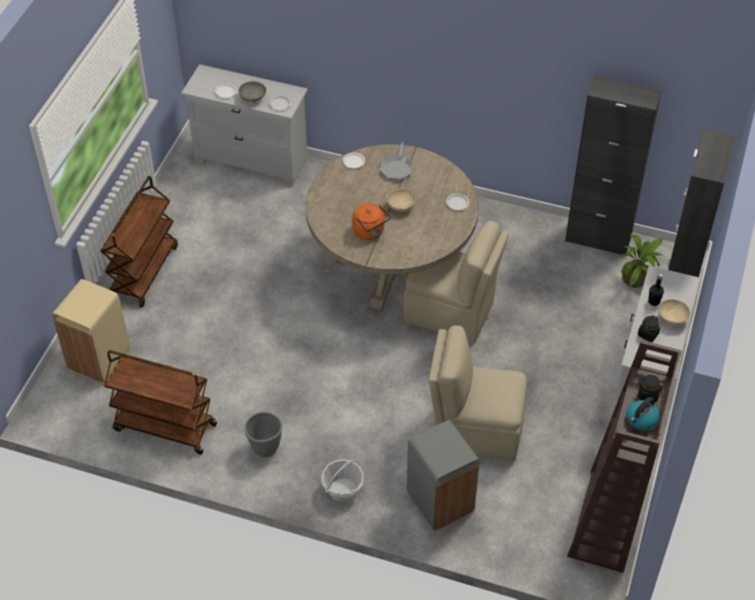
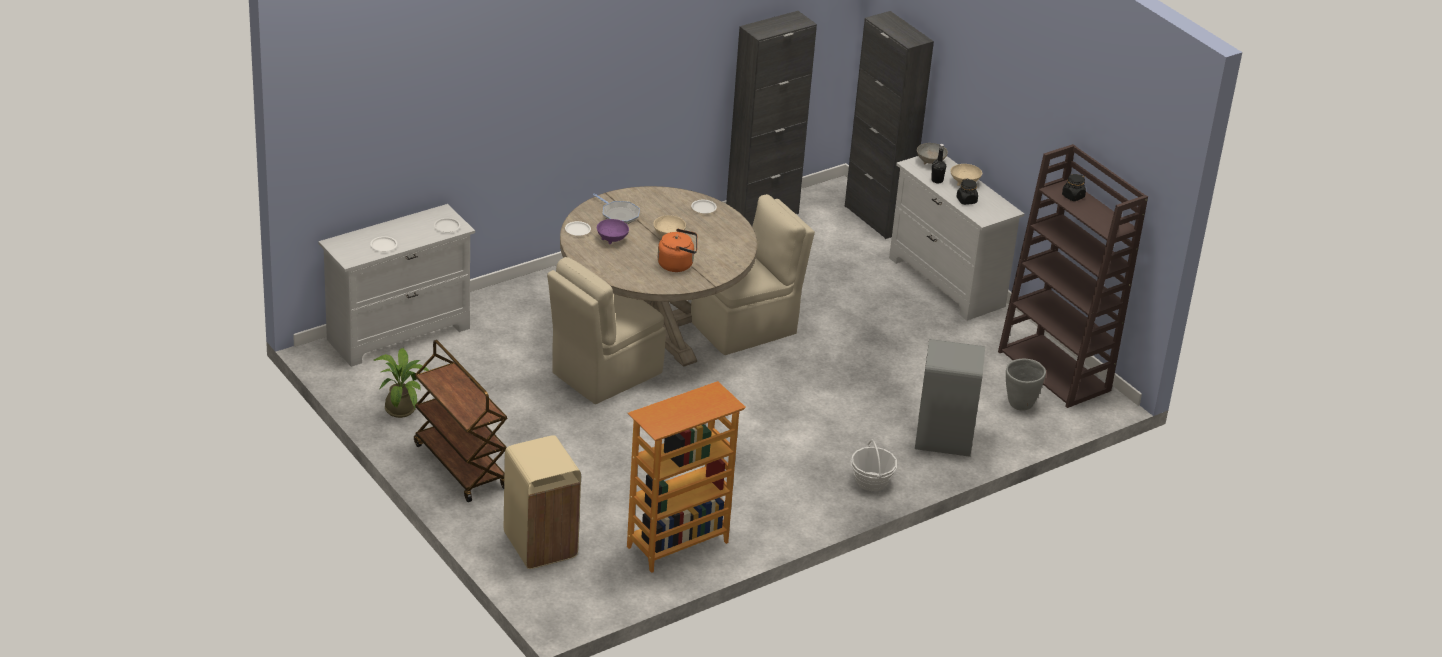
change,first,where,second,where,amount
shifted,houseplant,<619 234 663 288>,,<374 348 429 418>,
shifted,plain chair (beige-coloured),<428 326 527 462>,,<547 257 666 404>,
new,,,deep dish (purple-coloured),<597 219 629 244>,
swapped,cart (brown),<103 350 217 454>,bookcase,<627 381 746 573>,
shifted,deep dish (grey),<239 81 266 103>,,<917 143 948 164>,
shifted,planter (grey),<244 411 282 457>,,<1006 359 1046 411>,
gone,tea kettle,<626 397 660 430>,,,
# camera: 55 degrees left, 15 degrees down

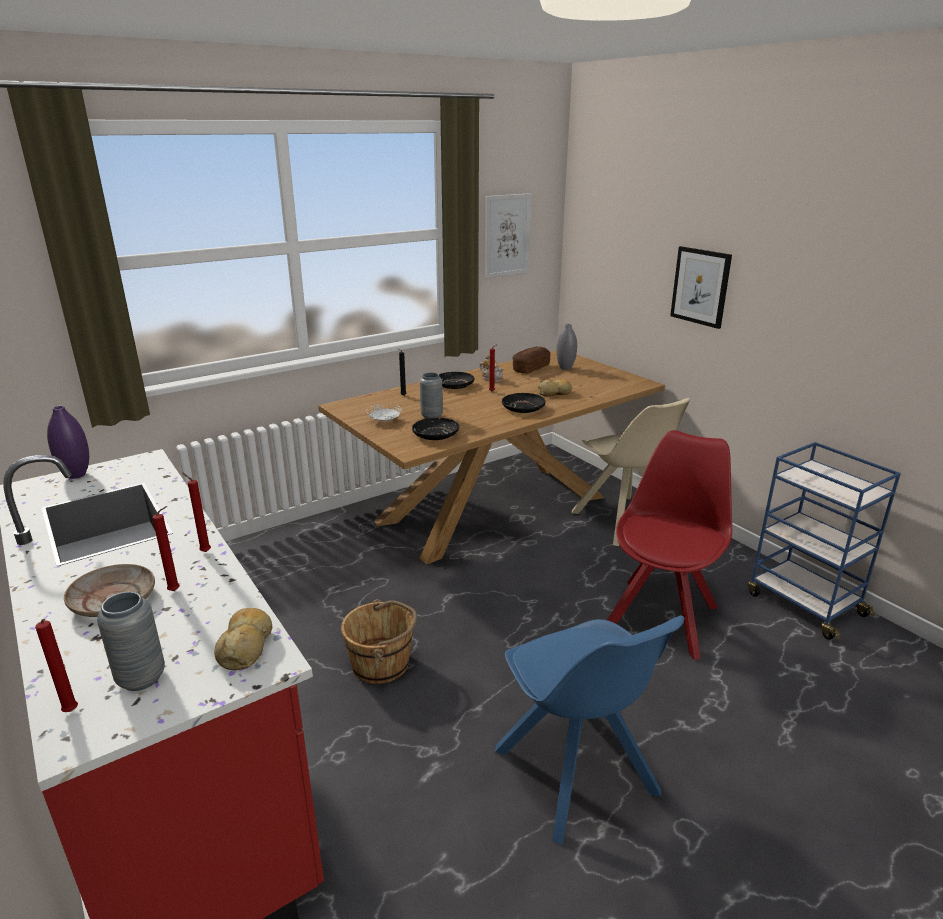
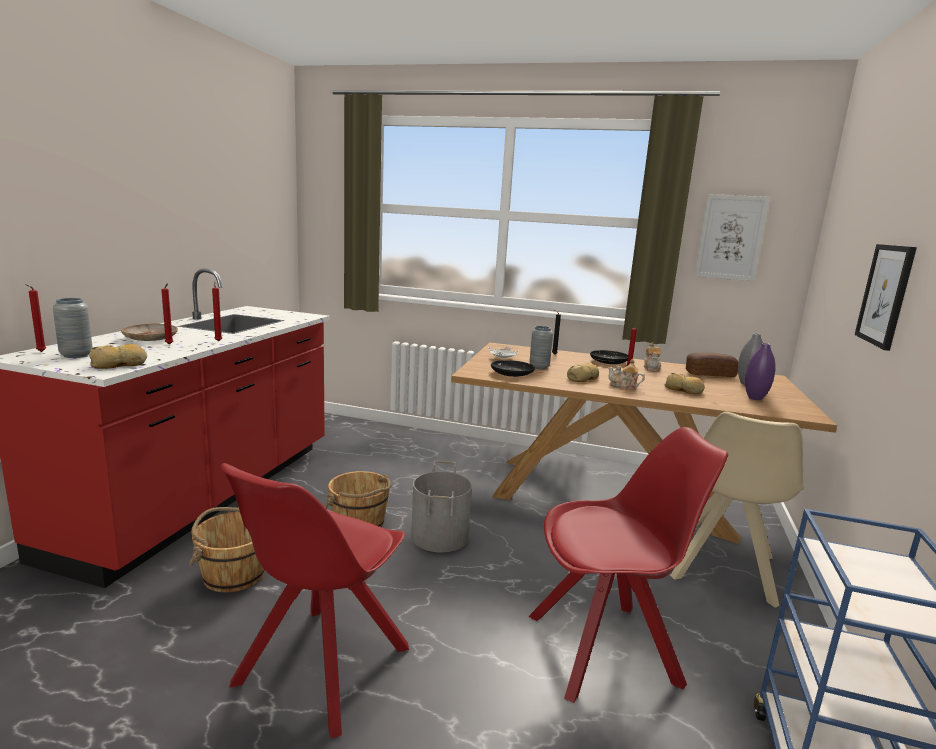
change,first,where,second,where,amount
new,,,water bucket (brown),<189 507 265 593>,
repainted,plain chair (blue),<495 616 684 845>,plain chair (red-coloured),<221 463 409 739>,
new,,,water bucket (grey),<411 461 472 552>,
new,,,bread,<567 363 599 382>,
swapped,dinner plate (black-coloured),<502 393 545 413>,teapot,<608 359 645 390>,
shifted,vase (purple-coloured),<47 406 89 479>,,<745 343 776 400>,
# camera: 50 degrees right, 10 degrees down

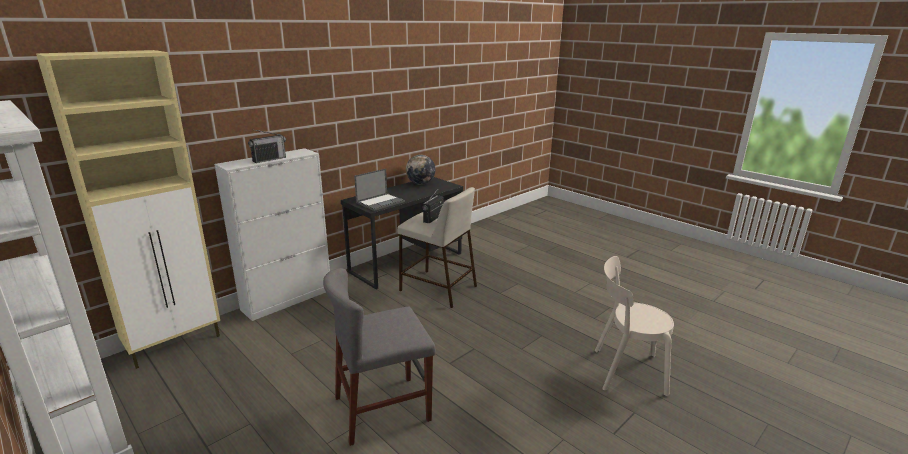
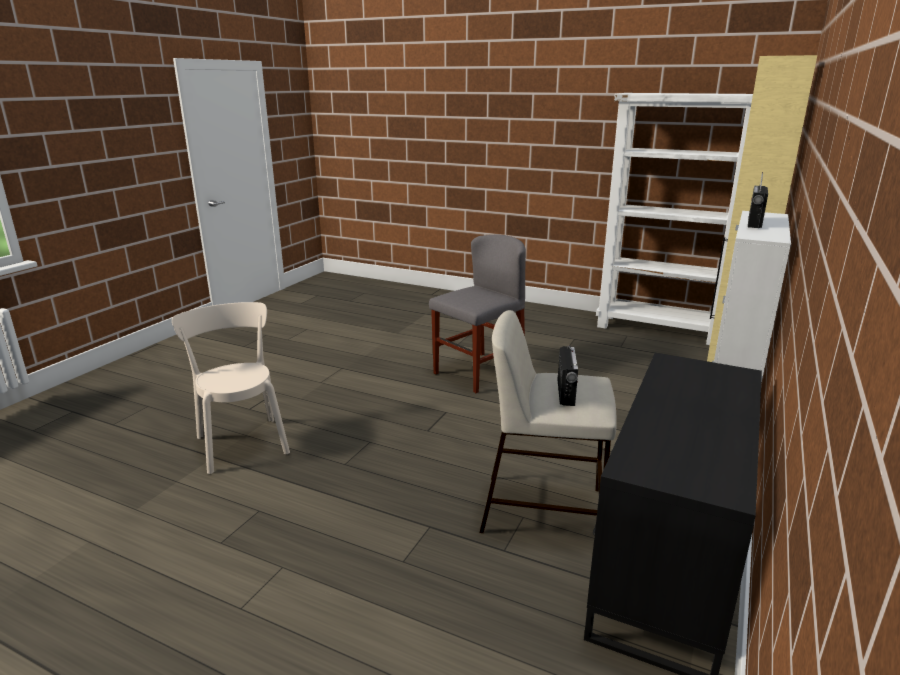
change,first,where,second,where,amount
rotated,plain chair (beige-coloured),<595 256 674 396>,,<172 302 290 474>,105 degrees counterclockwise
gone,laptop,<354 169 405 211>,,,
gone,desk globe,<406 155 435 185>,,,
# camera: 160 degrees right, 0 degrees up

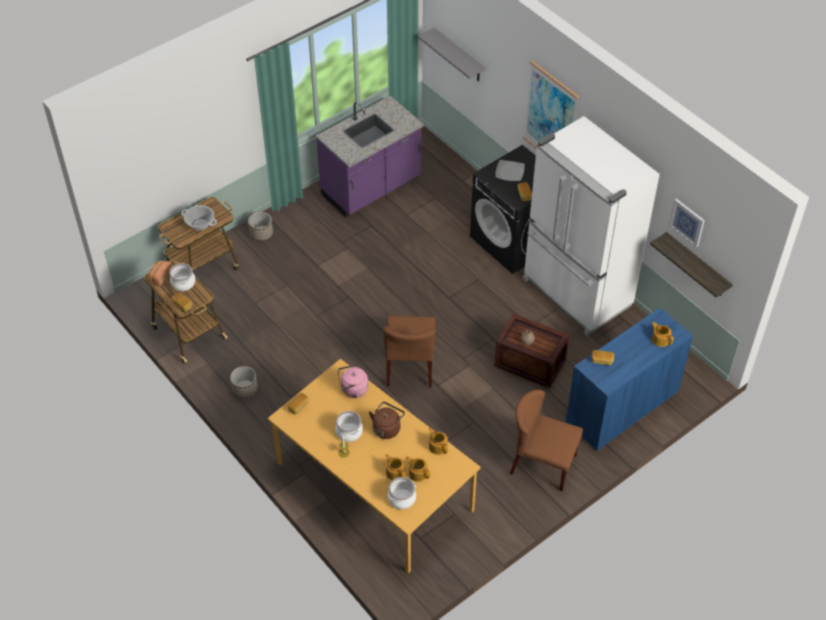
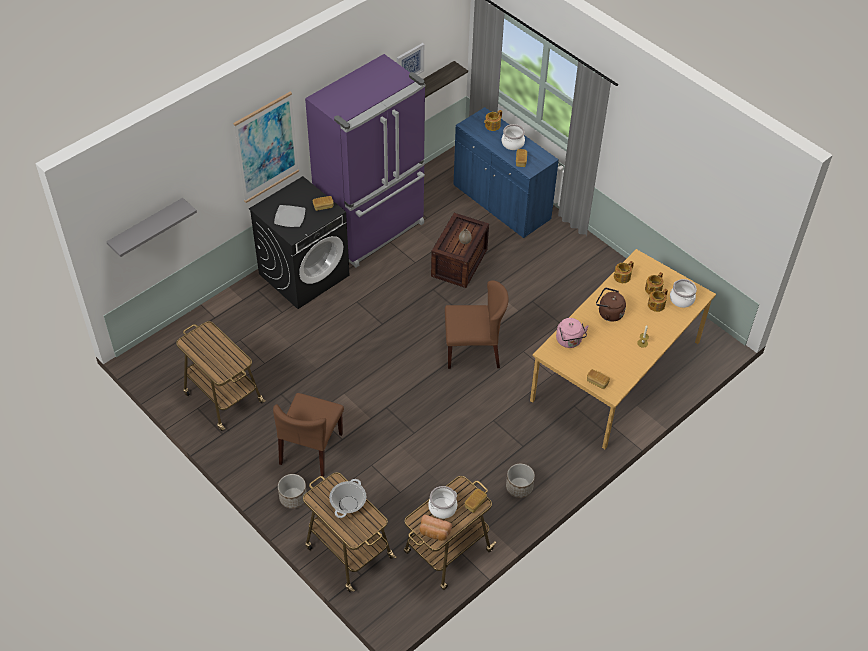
change,first,where,second,where,amount
swapped,kitchen counter (purple-coloured),<316 96 424 217>,cart,<176 321 265 431>,
shifted,plain chair (brown),<510 390 583 491>,,<273 393 344 477>,
repainted,refrigerator (white),<523 116 660 336>,refrigerator (purple-coloured),<305 54 425 268>,
shifted,stockpot,<335 411 363 442>,,<502 124 525 150>,
# camera: 95 degrees left, 0 degrees up

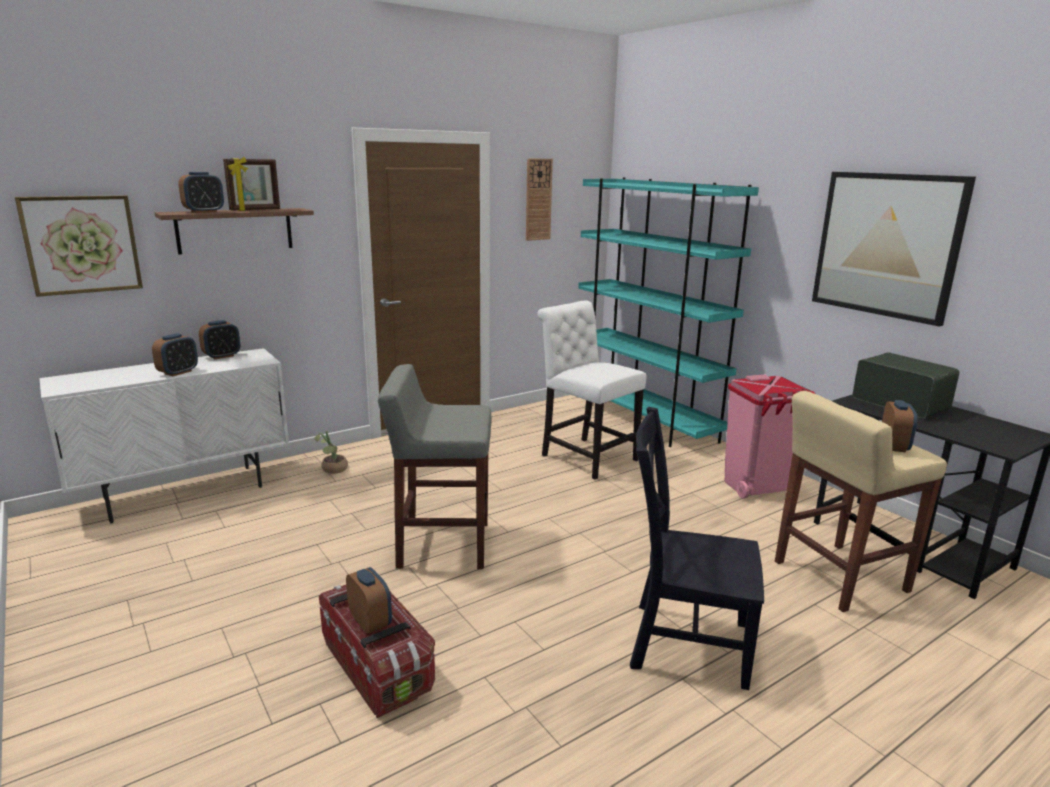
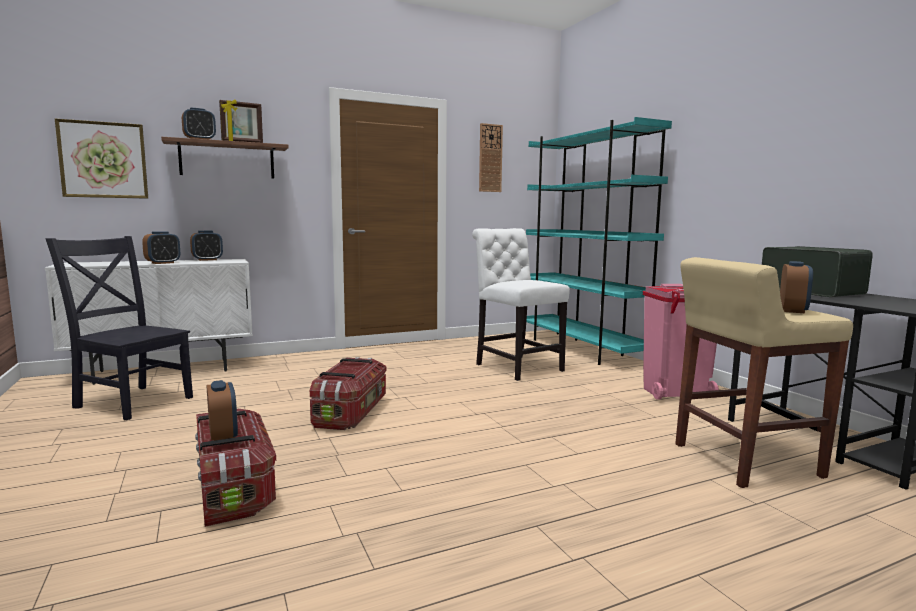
change,first,where,second,where,amount
shifted,plain chair (black-coloured),<630 407 764 690>,,<46 236 193 420>,
swapped,sitting stool (grey),<378 364 491 569>,storage box,<310 357 387 430>,
gone,houseplant,<314 431 348 474>,,,
gone,wall art,<812 172 976 327>,,,
# camera: 10 degrees right, 10 degrees down

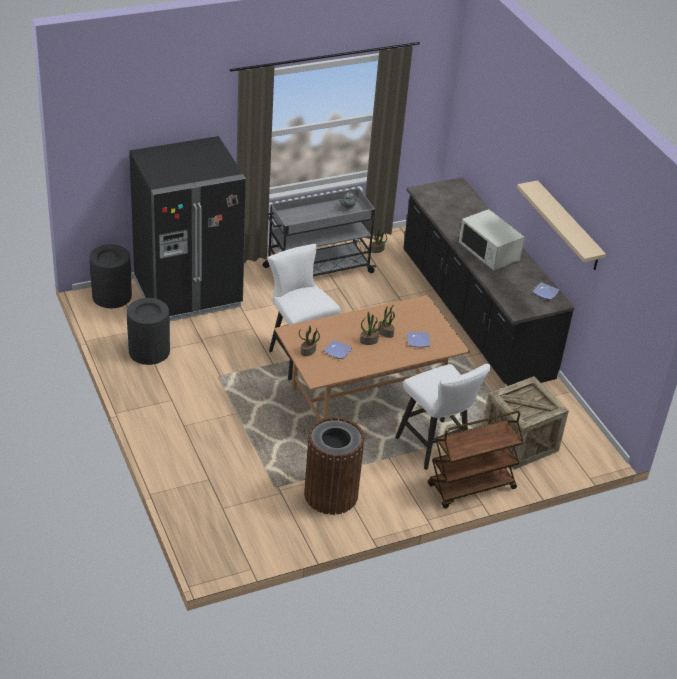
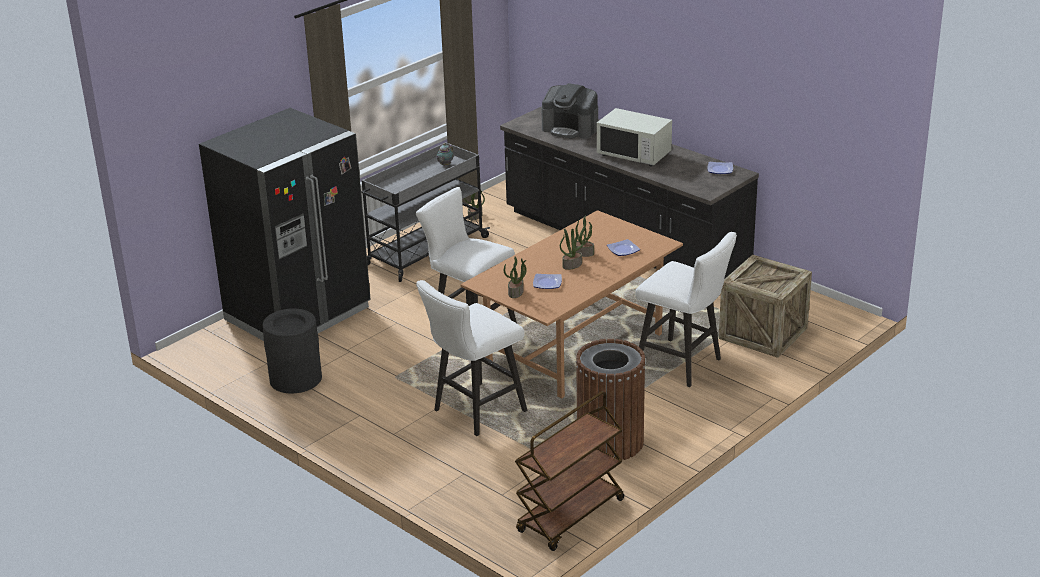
change,first,where,second,where,amount
new,,,sitting stool (white),<416 280 527 436>,
shifted,cart (brown),<428 411 524 509>,,<515 391 624 551>,
new,,,coffee machine,<541 83 598 139>,
gone,trash can (black-coloured),<90 244 132 308>,,,
gone,bracket shelf (beige-coloured),<517 180 606 270>,,,
# camera: 20 degrees left, 10 degrees down

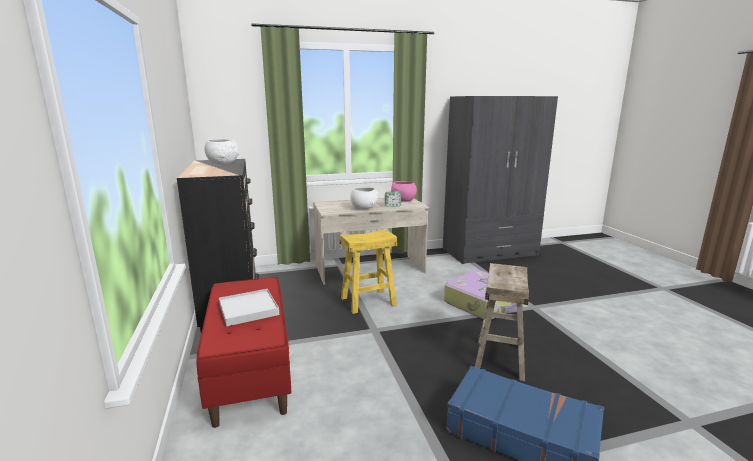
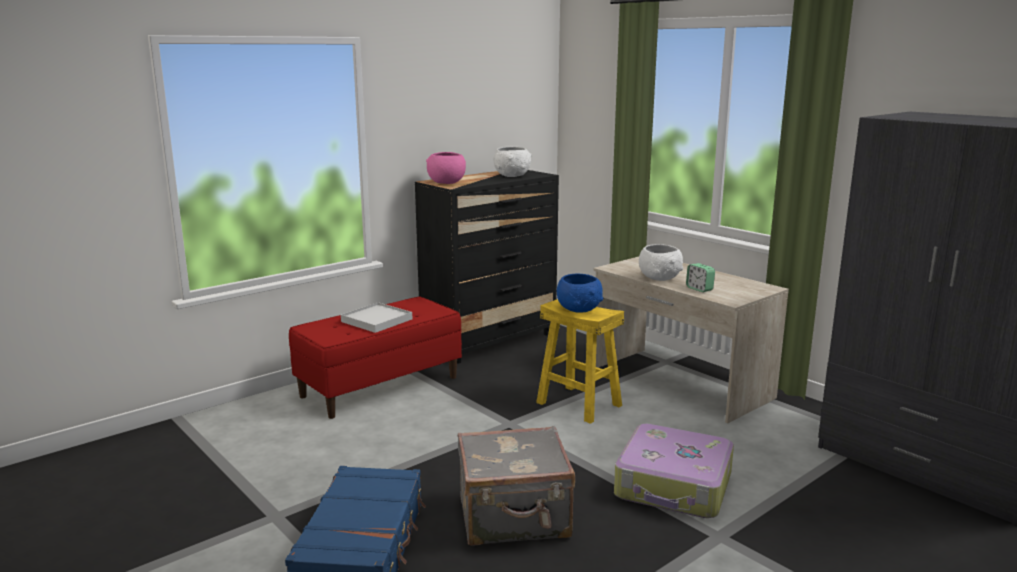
change,first,where,second,where,amount
shifted,deep dish (pinkish),<391 181 417 201>,,<426 152 466 184>,
swapped,sitting stool (beige-coloured),<475 263 529 381>,travel case (grey),<458 426 575 546>,
new,,,deep dish (blue),<557 274 603 313>,
# camera: 65 degrees right, 0 degrees up

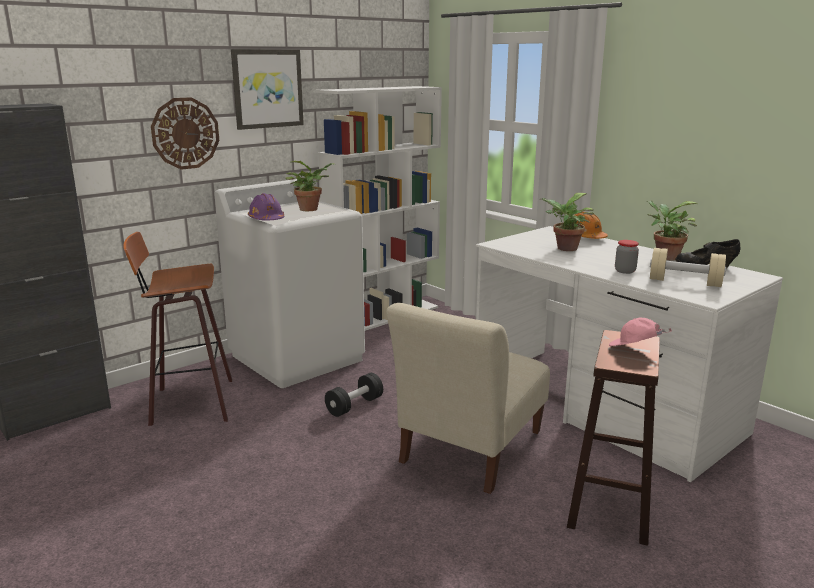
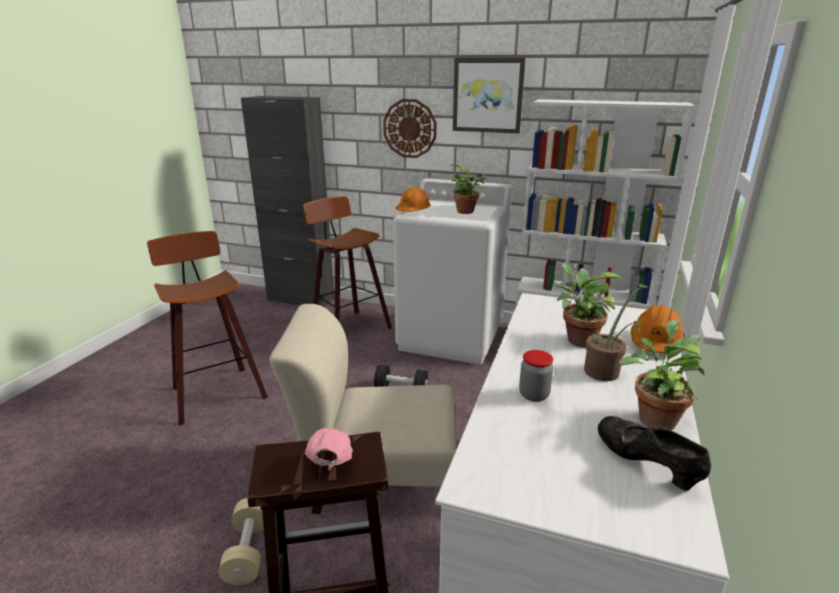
change,first,where,second,where,amount
new,,,sitting stool,<147 231 268 425>,
shifted,hand weight (beige-coloured),<650 248 726 287>,,<219 498 264 585>,
repainted,hard hat (purple-coloured),<248 193 285 221>,hard hat (orangey),<396 187 431 212>,
new,,,houseplant,<584 284 648 381>,
# camera: 60 degrees right, 5 degrees up

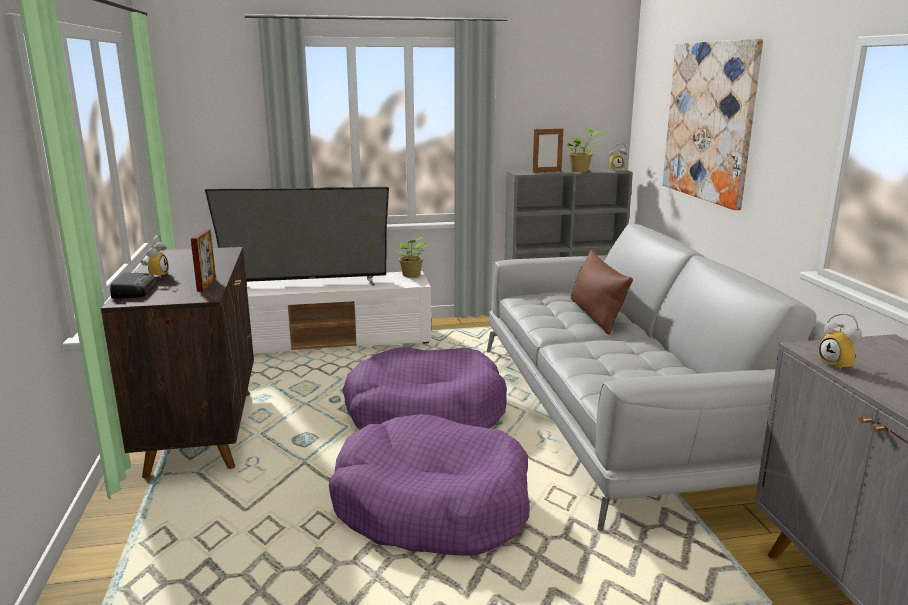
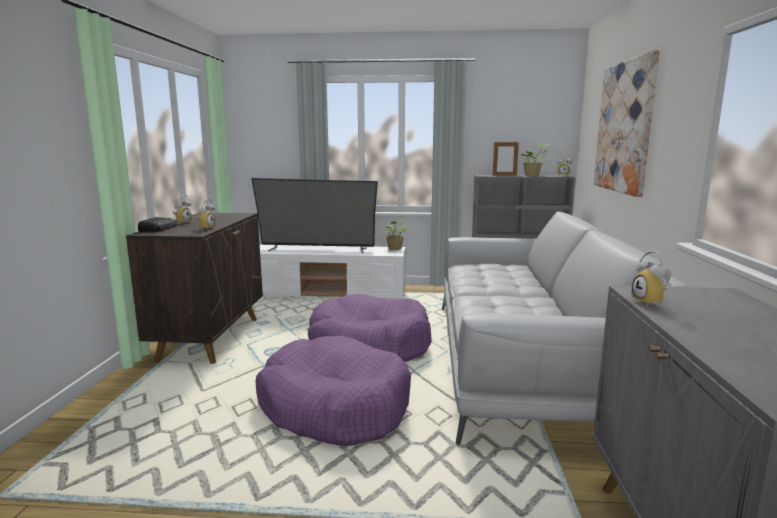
change,first,where,second,where,amount
swapped,picture frame,<191 229 216 292>,table clock,<195 199 216 230>,
gone,cushion (brown),<571 250 633 335>,,,
# camera: 15 degrees right, 5 degrees down

